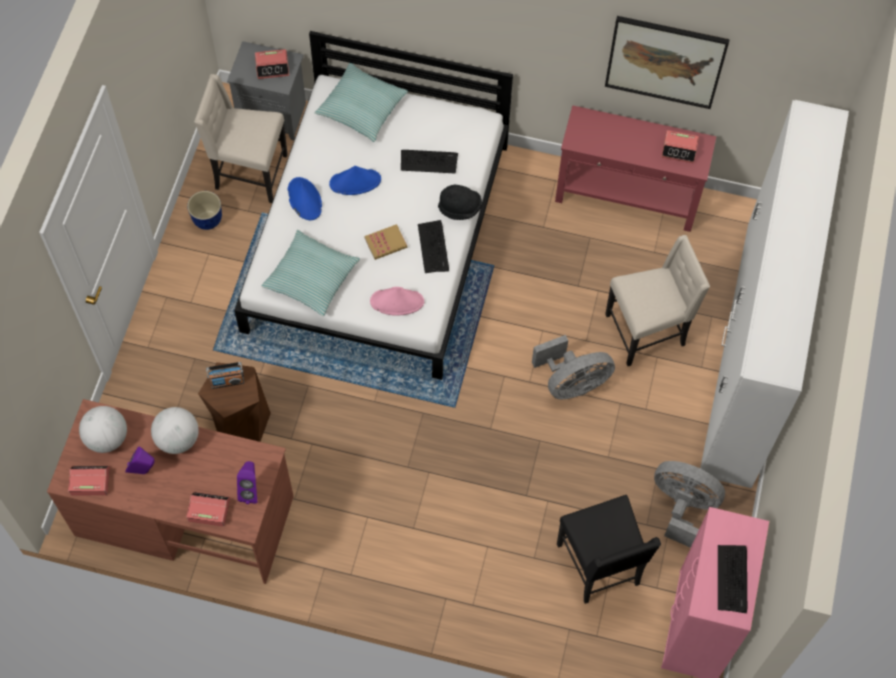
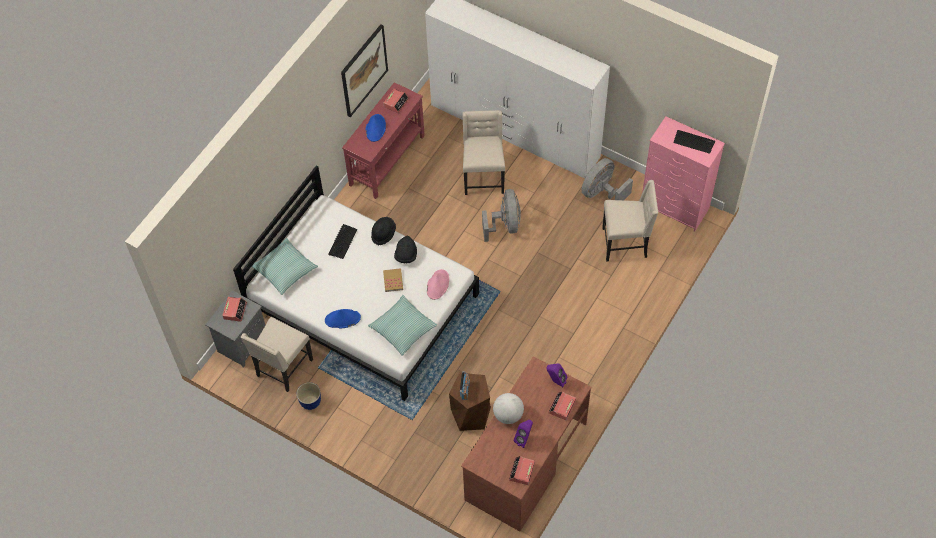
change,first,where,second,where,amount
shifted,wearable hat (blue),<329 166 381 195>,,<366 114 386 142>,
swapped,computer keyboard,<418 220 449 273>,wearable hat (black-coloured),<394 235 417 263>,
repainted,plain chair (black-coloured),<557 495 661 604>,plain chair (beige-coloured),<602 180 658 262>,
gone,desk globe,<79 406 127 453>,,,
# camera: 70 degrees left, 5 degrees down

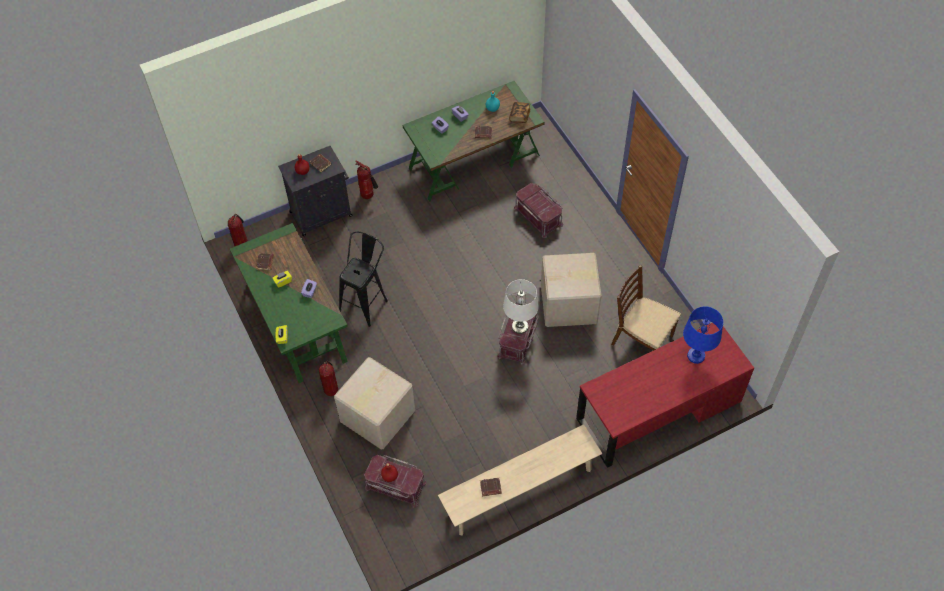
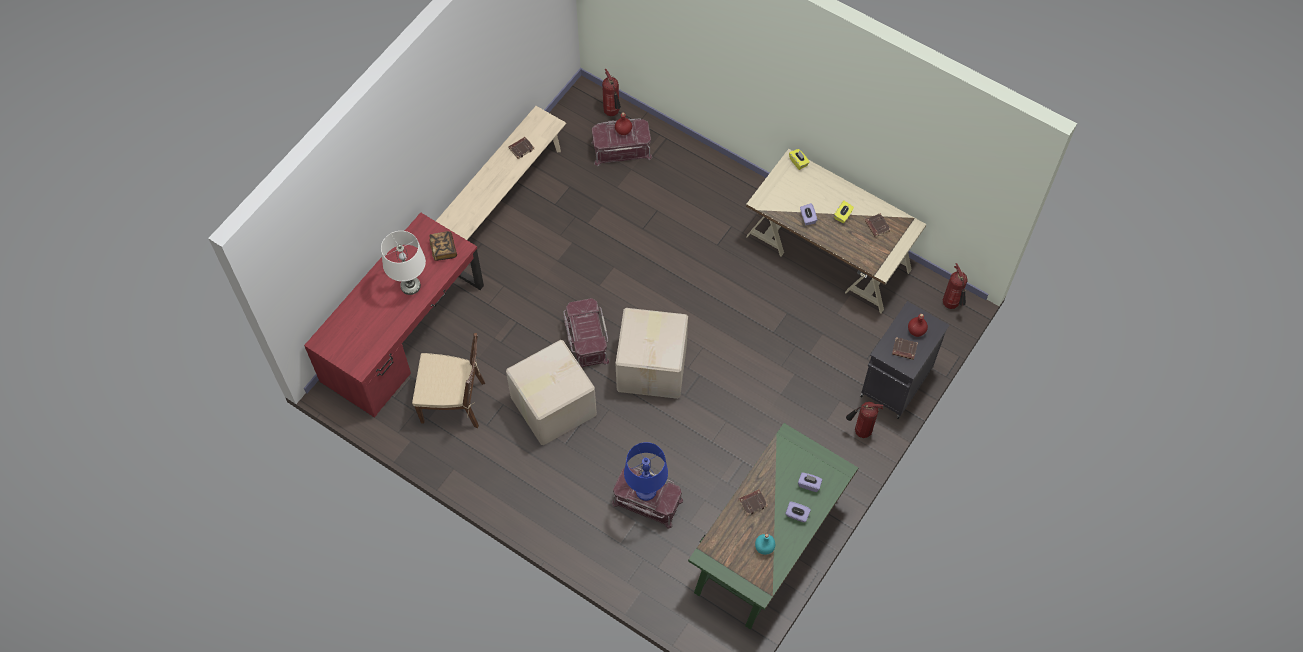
change,first,where,second,where,amount
shifted,tabletop lamp (white),<503 279 539 334>,,<381 231 426 295>,
shifted,volume,<509 102 531 123>,,<429 231 457 261>,
shifted,fire-fighting cylinder,<319 360 338 396>,,<602 69 621 116>,
shifted,carton,<334 357 415 449>,,<616 308 688 399>,
shifted,tabletop lamp (blue),<683 306 723 364>,,<624 442 668 501>,
repainted,desk (greenish),<230 223 348 383>,desk (beige-coloured),<746 149 926 314>,
gone,sitting stool (black-coloured),<339 232 388 327>,,,
# camera: 150 degrees right, 5 degrees up

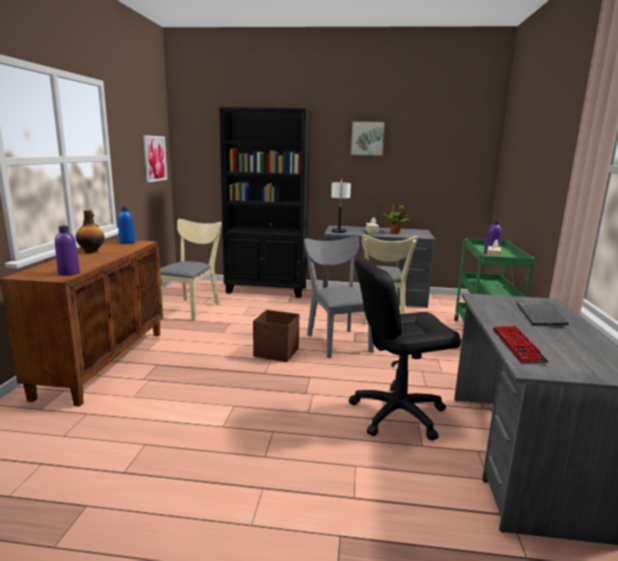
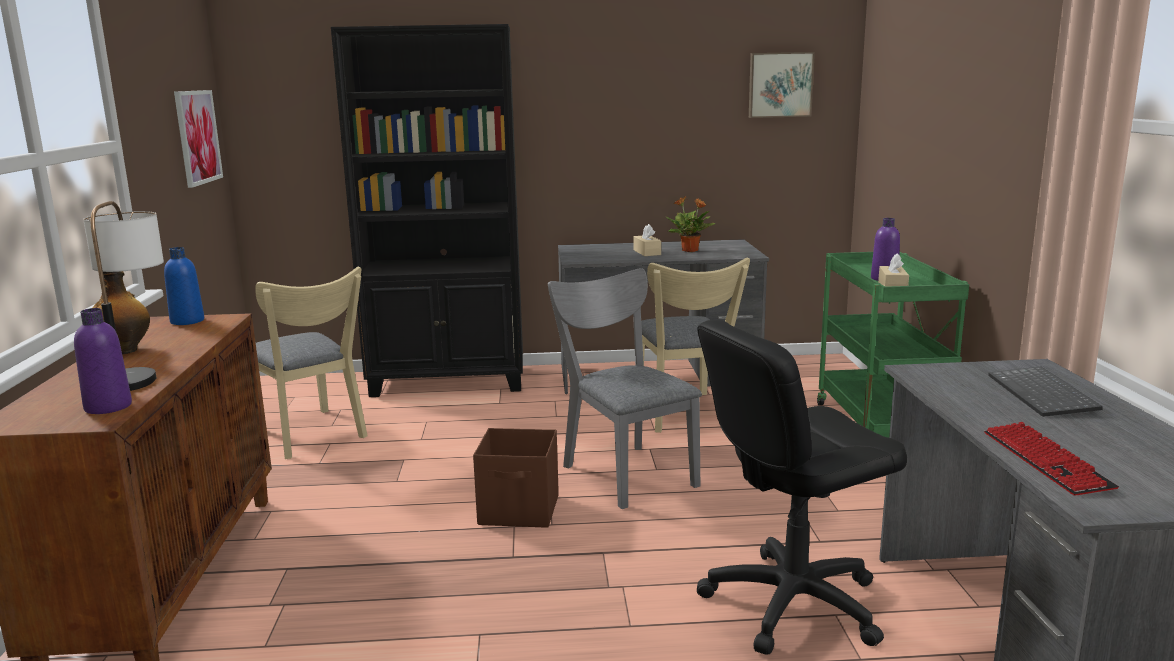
change,first,where,second,where,amount
shifted,tabletop lamp,<331 178 351 233>,,<83 201 164 391>,
rotated,plain chair (beige-coloured),<160 219 222 320>,,<255 267 368 459>,135 degrees clockwise
shifted,wall art,<350 121 385 156>,,<749 52 815 118>,
# camera: 10 degrees left, 0 degrees up

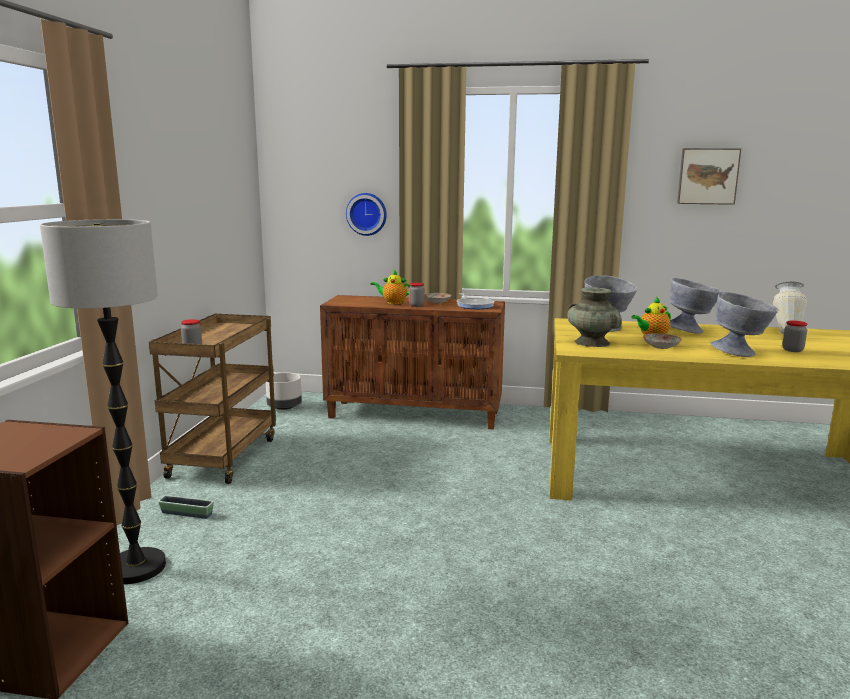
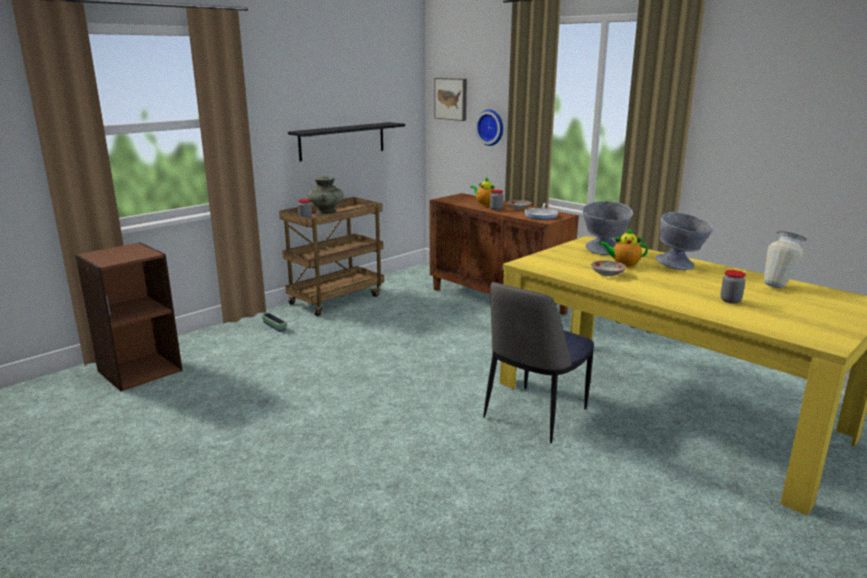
change,first,where,second,where,amount
new,,,bracket shelf (black-coloured),<288 122 405 161>,
shifted,vase (turquoise-coloured),<567 287 622 347>,,<308 176 343 215>,
shifted,wall art,<677 148 741 205>,,<434 78 467 121>,
new,,,plain chair,<483 282 594 443>,
gone,standing lamp,<40 219 166 584>,,,
gone,planter (grey),<266 373 302 410>,,,
gone,deep dish (grey),<710 292 779 357>,,,
# camera: 35 degrees right, 5 degrees up

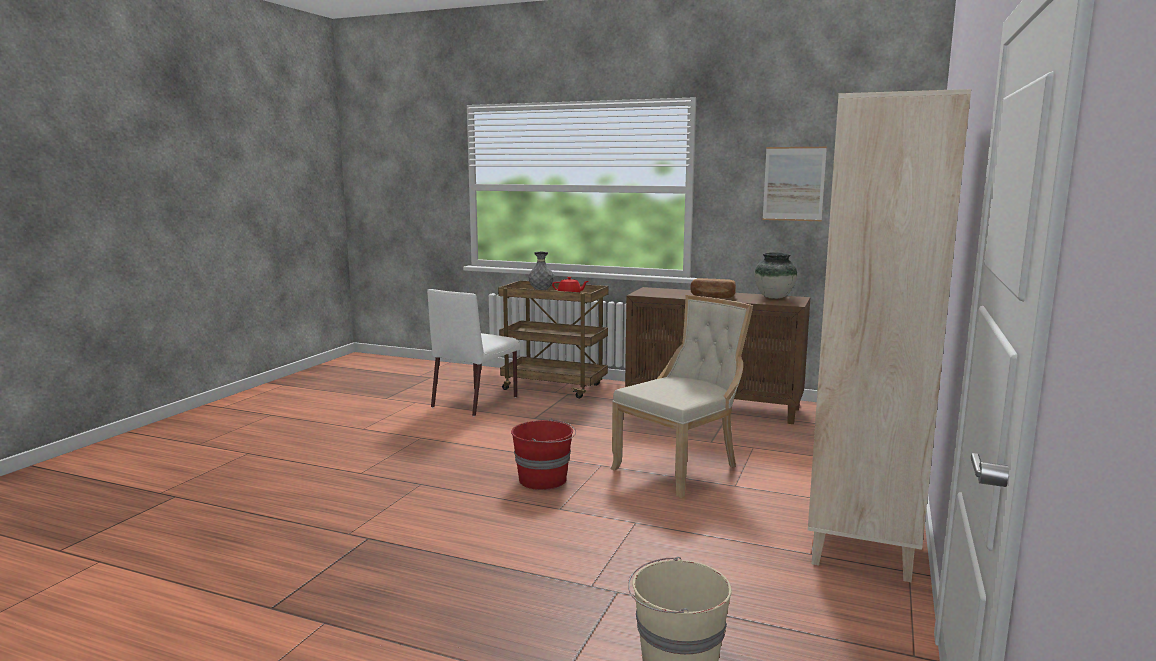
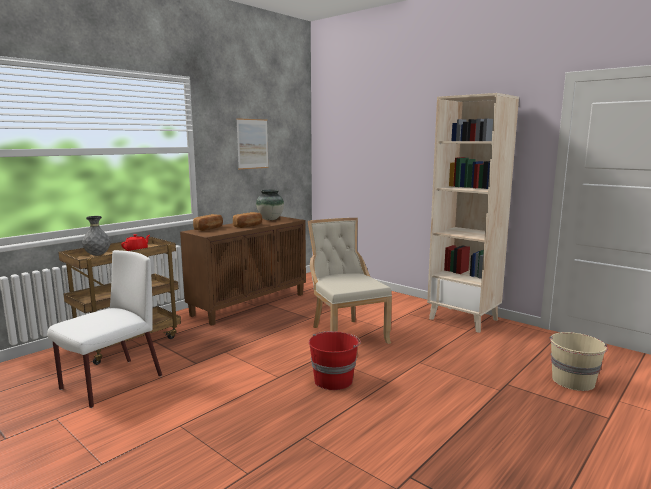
change,first,where,second,where,amount
rotated,plain chair (white),<427 289 520 416>,,<47 250 162 408>,105 degrees counterclockwise
new,,,bread,<193 214 223 231>,
# camera: 70 degrees left, 0 degrees up

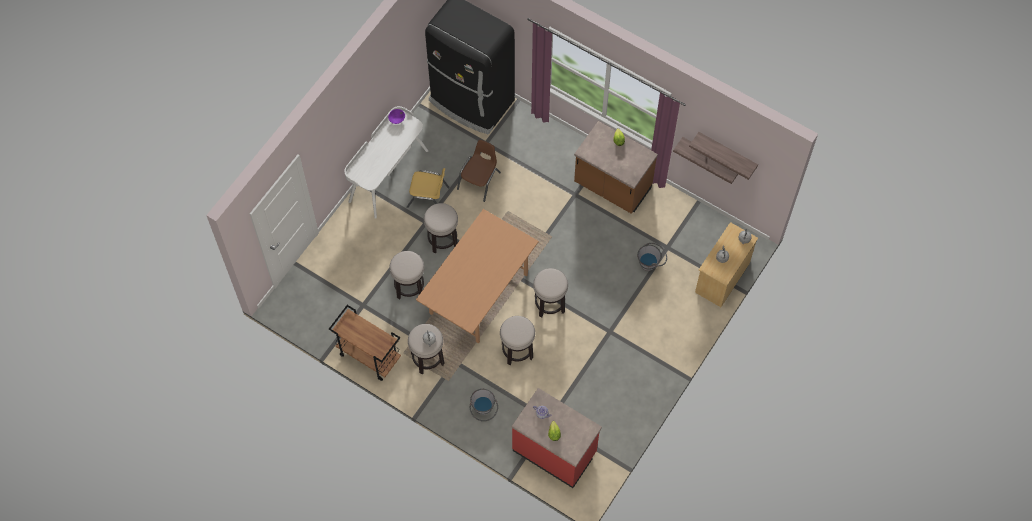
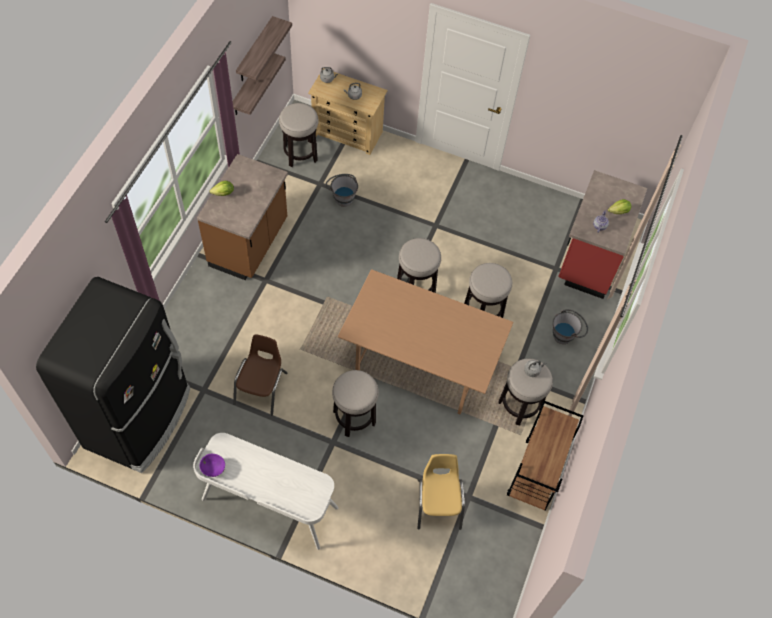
change,first,where,second,where,amount
rotated,plain chair (brown),<457 140 501 202>,,<233 334 287 415>,90 degrees clockwise
shifted,sitting stool,<389 251 424 300>,,<279 103 318 167>,
shifted,plain chair (yellow-coloured),<407 168 450 208>,,<417 454 465 530>,
# camera: 105 degrees left, 5 degrees down

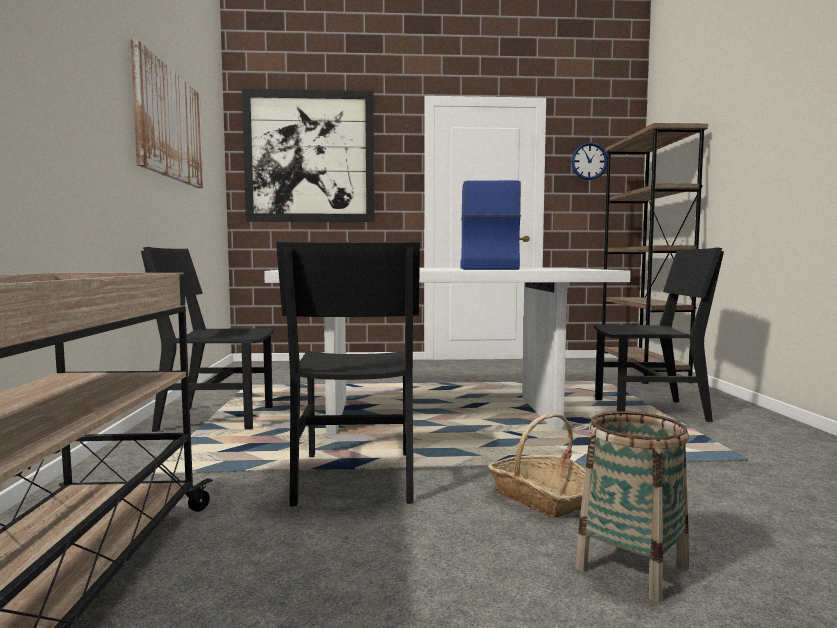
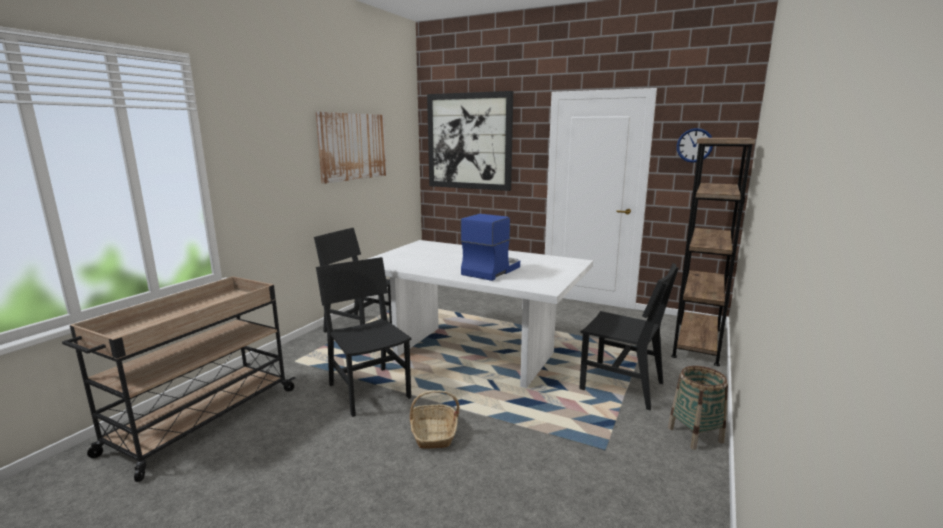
change,first,where,second,where,amount
rotated,plain chair (black-coloured),<276 241 420 506>,,<316 257 412 417>,120 degrees clockwise
shifted,basket,<575 411 689 602>,,<668 366 728 450>,
# camera: 30 degrees right, 10 degrees up

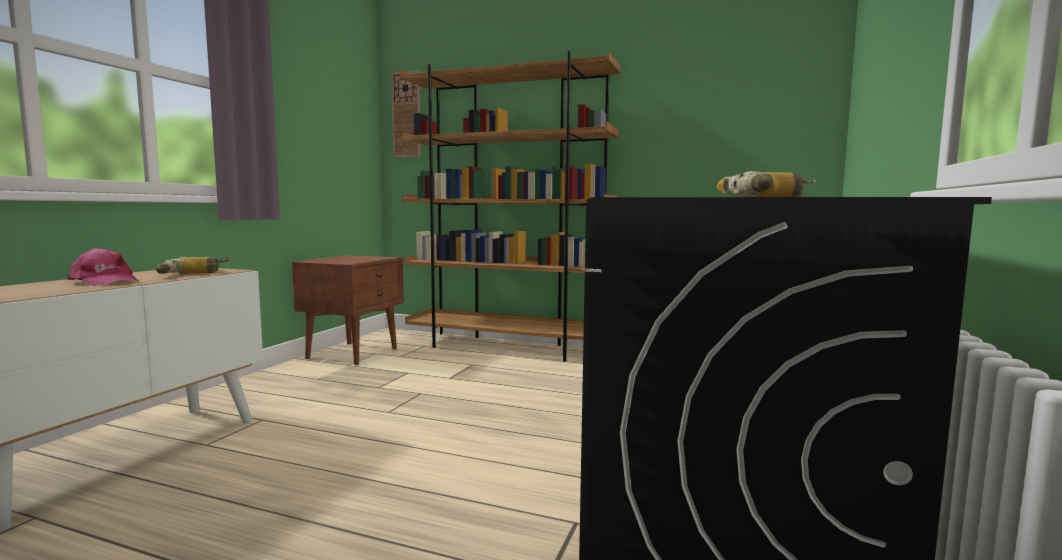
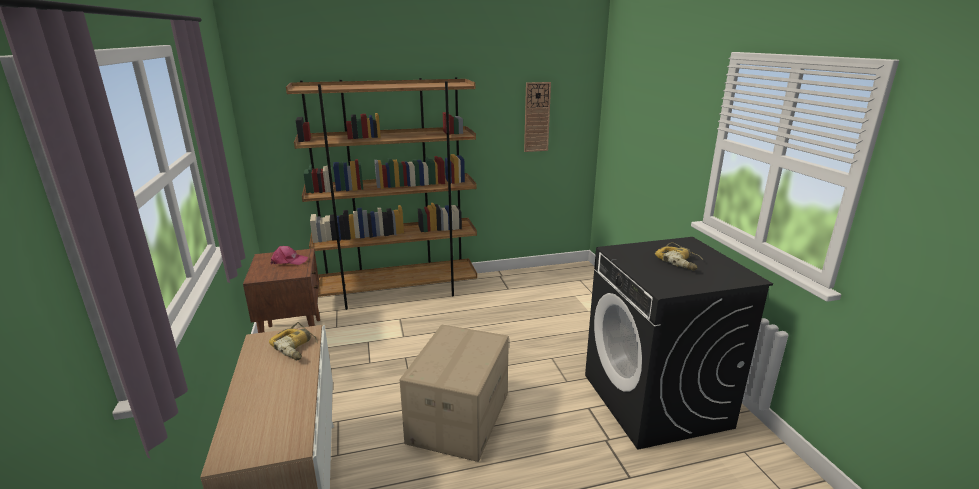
change,first,where,second,where,amount
shifted,baseball cap (pinkish),<67 248 139 286>,,<271 246 308 265>,
new,,,carton,<400 325 509 462>,
shifted,wall clock,<391 71 421 158>,,<524 82 551 152>,
# camera: 35 degrees left, 15 degrees up

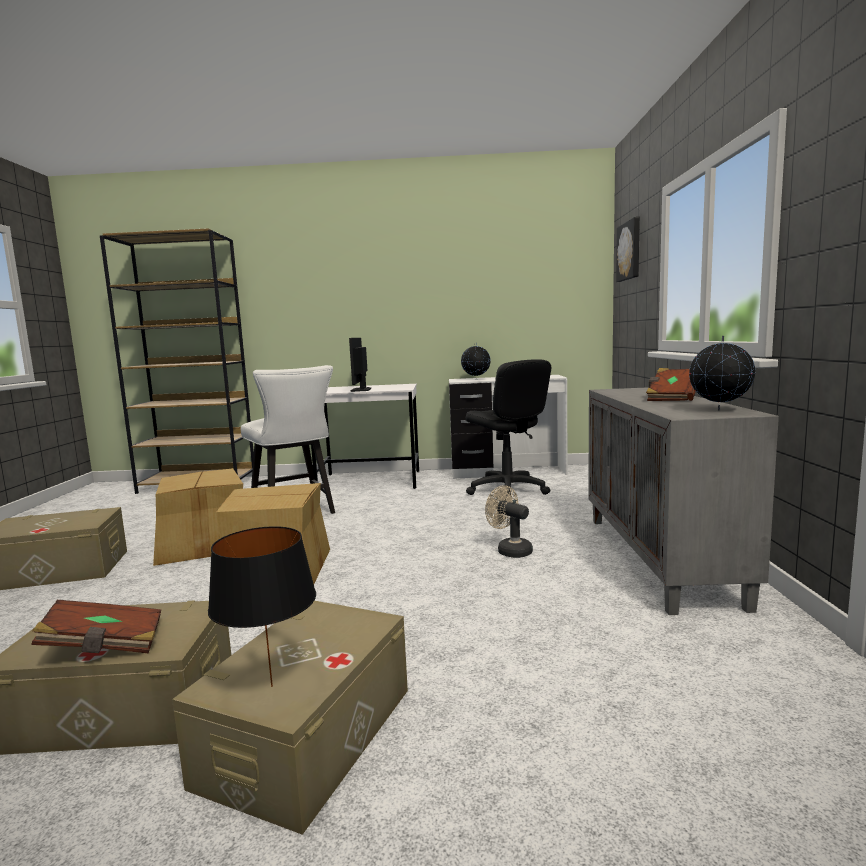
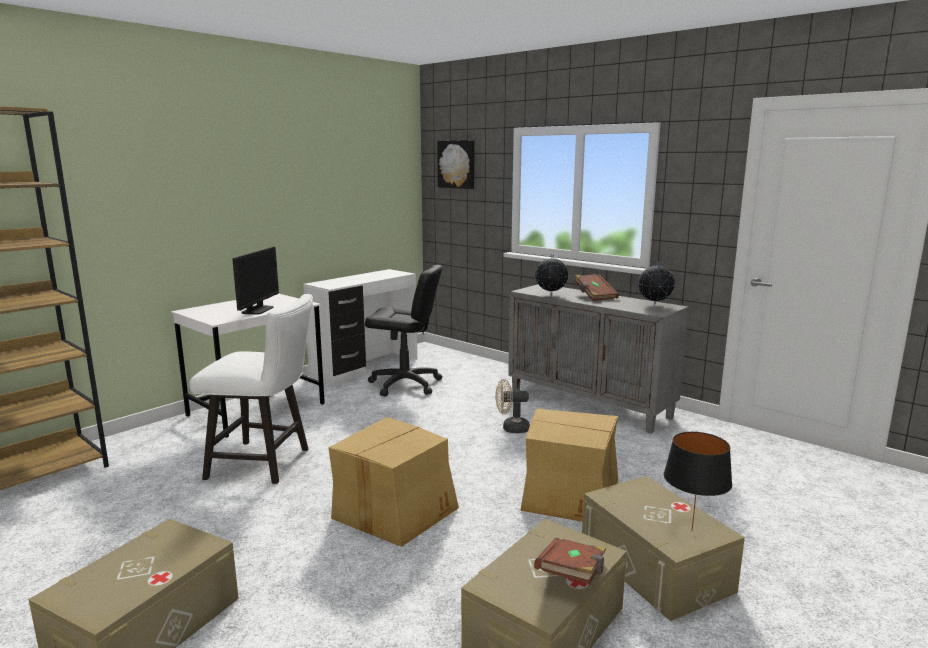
change,first,where,second,where,amount
rotated,monitor,<349 338 371 392>,,<232 247 279 314>,120 degrees counterclockwise
shifted,carton,<153 468 243 566>,,<521 409 618 522>,
shifted,desk globe,<461 343 491 379>,,<535 254 568 296>,
# camera: 50 degrees left, 5 degrees up

